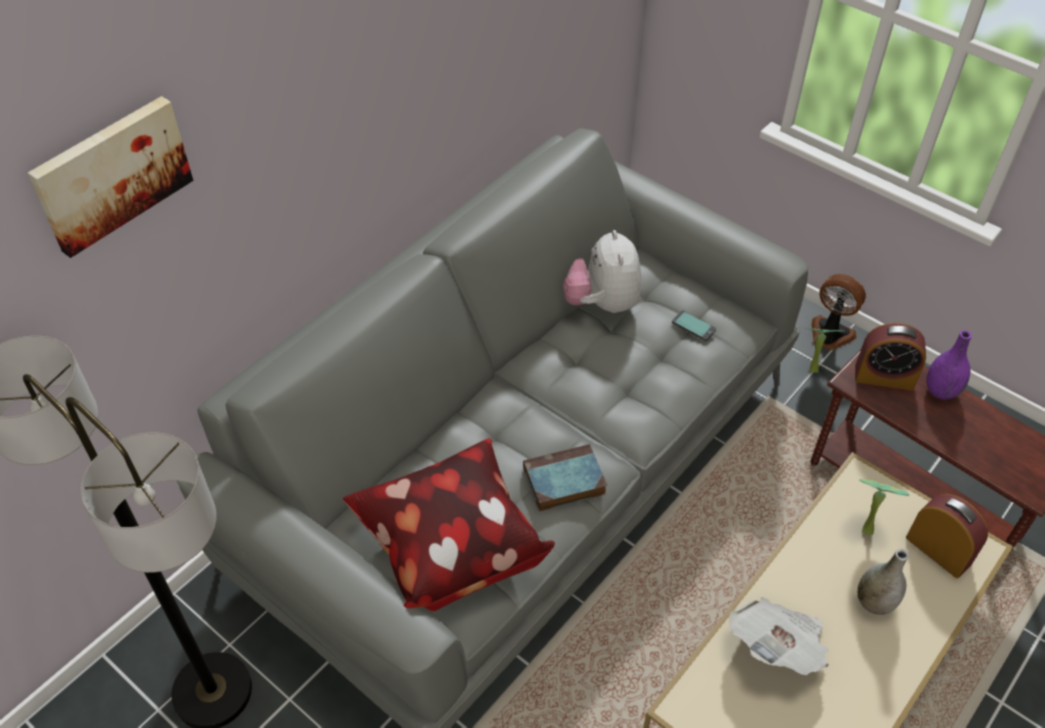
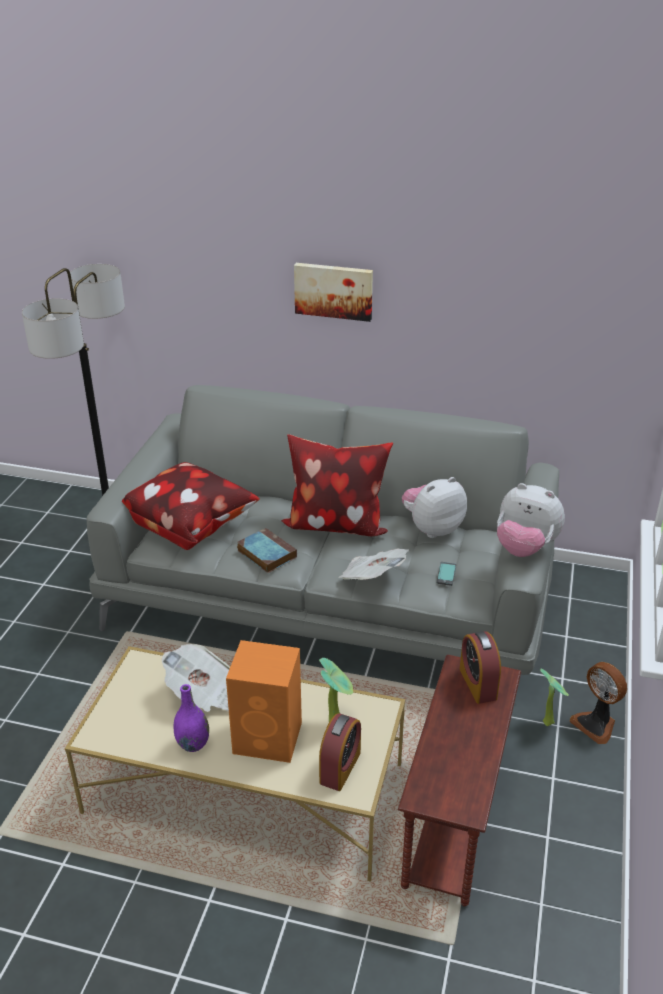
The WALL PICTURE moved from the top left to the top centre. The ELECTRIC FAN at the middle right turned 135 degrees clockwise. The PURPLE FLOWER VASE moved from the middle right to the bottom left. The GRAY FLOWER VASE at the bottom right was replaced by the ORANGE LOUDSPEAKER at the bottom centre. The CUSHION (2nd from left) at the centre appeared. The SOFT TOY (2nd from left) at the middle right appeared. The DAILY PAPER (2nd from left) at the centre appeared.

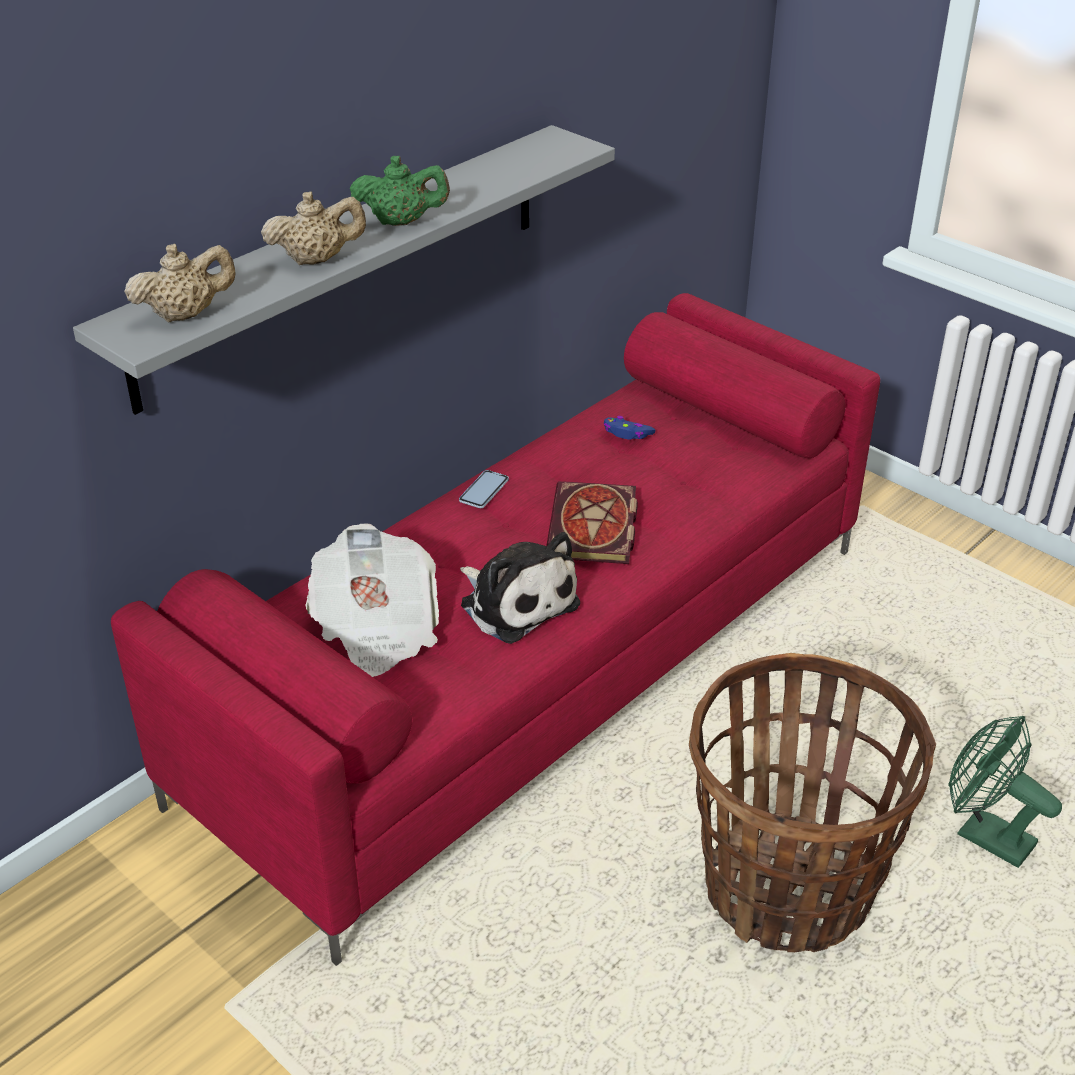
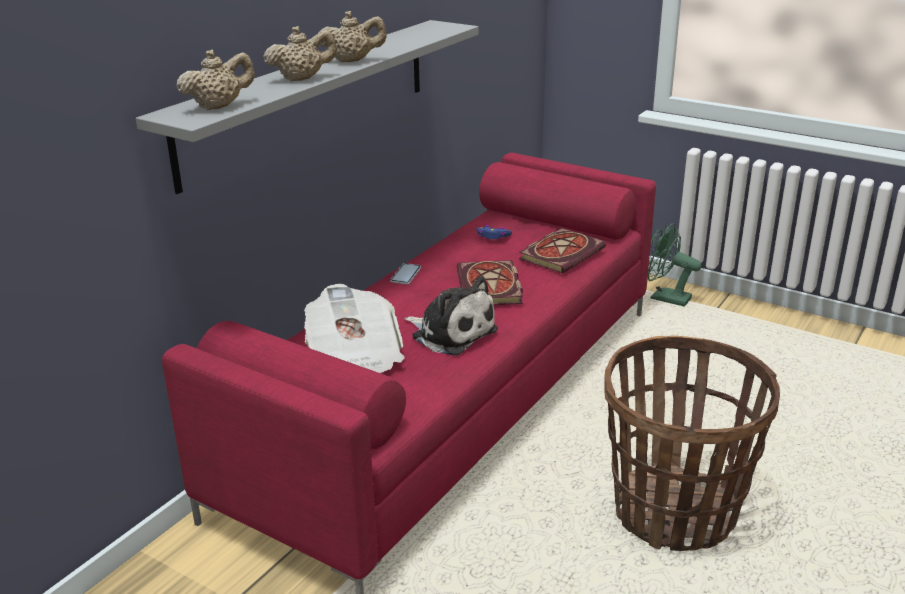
The GREENISH TEA POT at the top centre became the BEIGE TEA POT (3rd from left) at the top centre. The GREENISH ELECTRIC FAN moved from the bottom right to the middle right. The VOLUME (2nd from left) at the centre appeared.

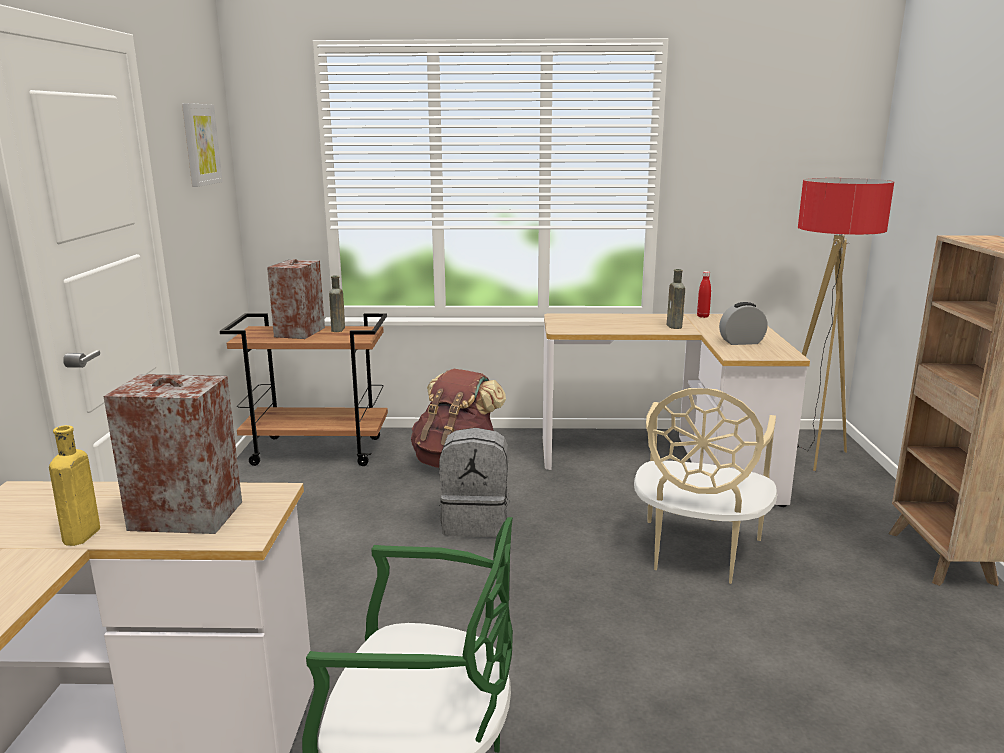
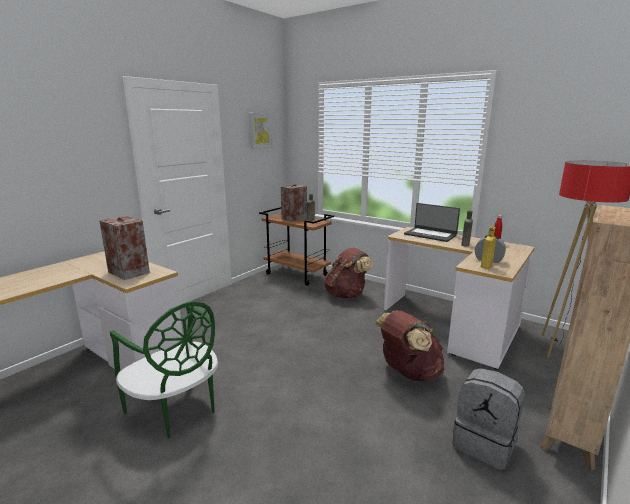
The BEIGE PLAIN CHAIR at the middle right was replaced by the BROWNISH BACKPACK (2nd from left) at the bottom centre. The YELLOW-COLOURED DRINK BOTTLE moved from the middle left to the middle right. The GRAY BACKPACK moved from the centre to the bottom right. The PORTABLE COMPUTER at the middle right appeared.

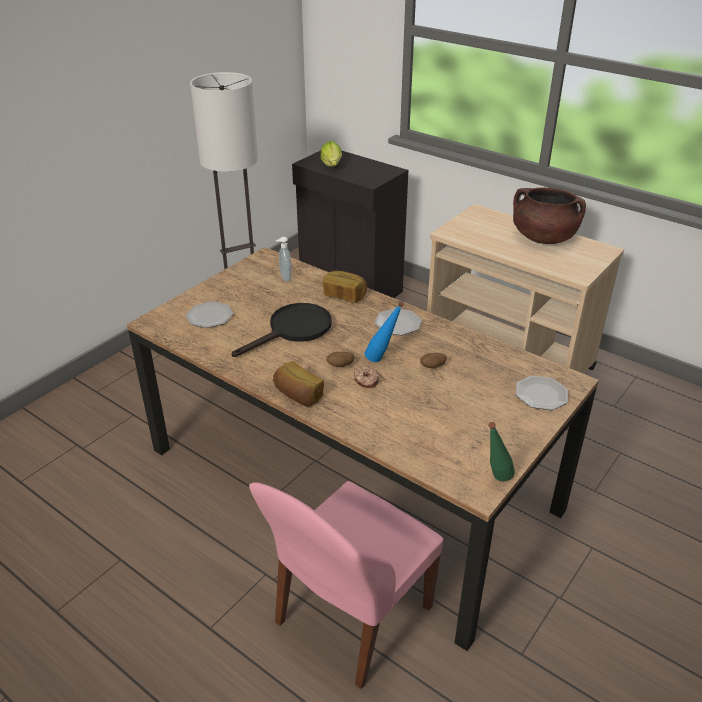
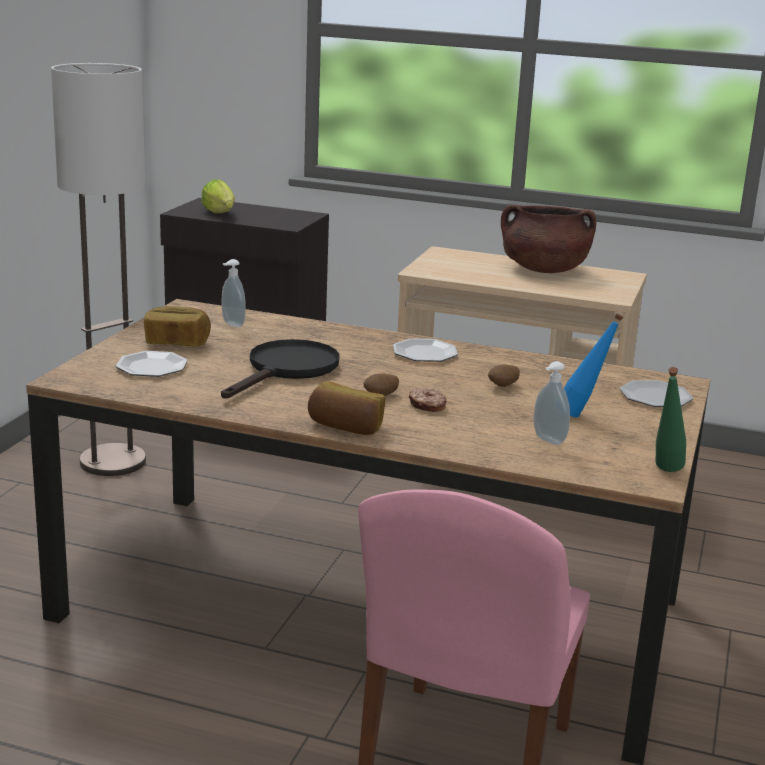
The BAKERY BREAD (2nd from left in the first image) moved from the centre to the middle left. The BLUE DRINK BOTTLE moved from the centre to the middle right. The LIQUID SOAP BOTTLE (2nd from left) at the middle right appeared.

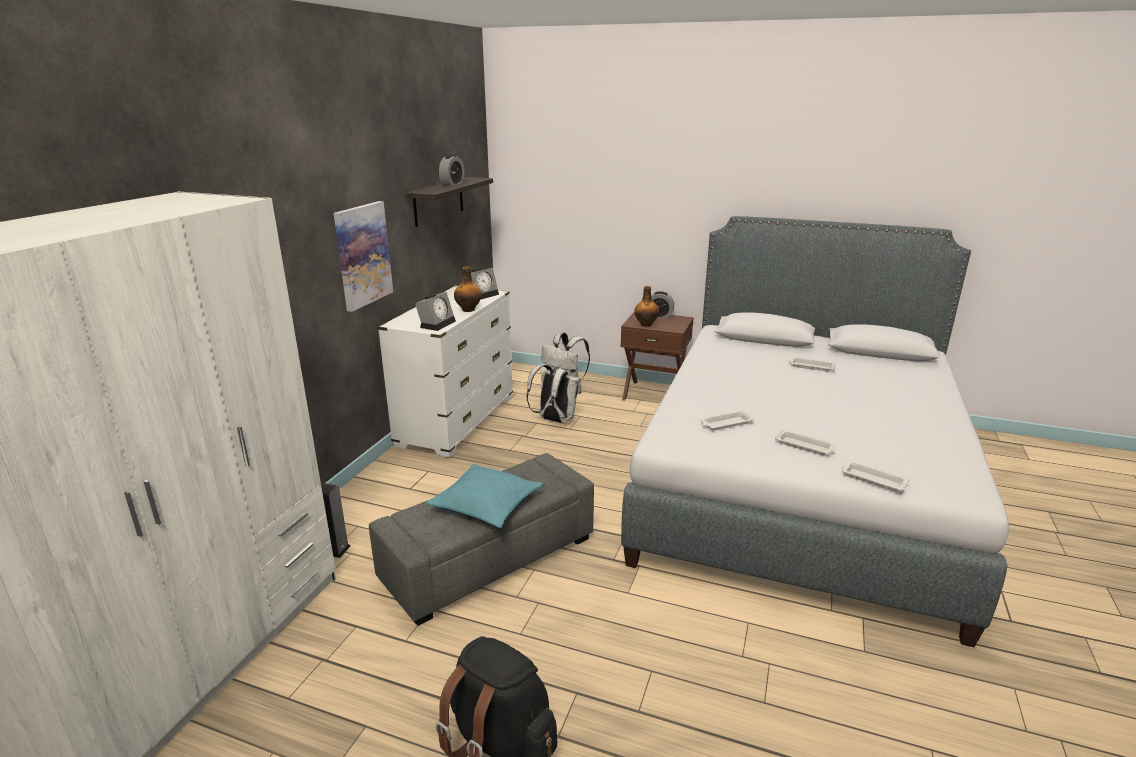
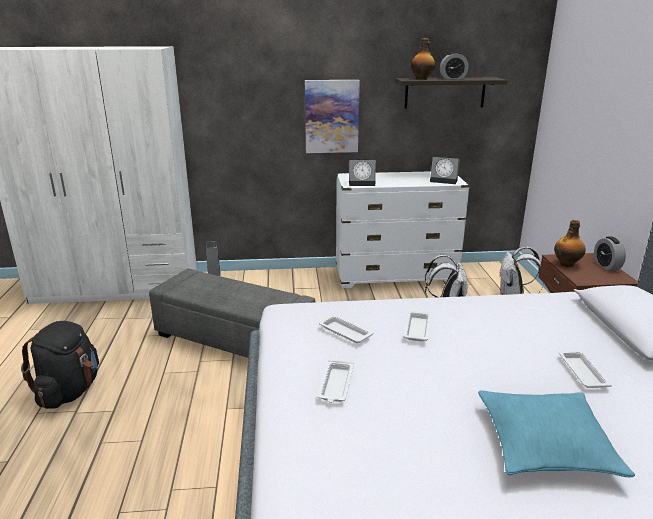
The DRINK BOTTLE (1st from left) moved from the centre to the top centre. The WHITE-COLOURED TRAY (4th from left in the first image) moved from the middle right to the centre. The TURQUOISE-COLOURED CUSHION moved from the centre to the bottom right.

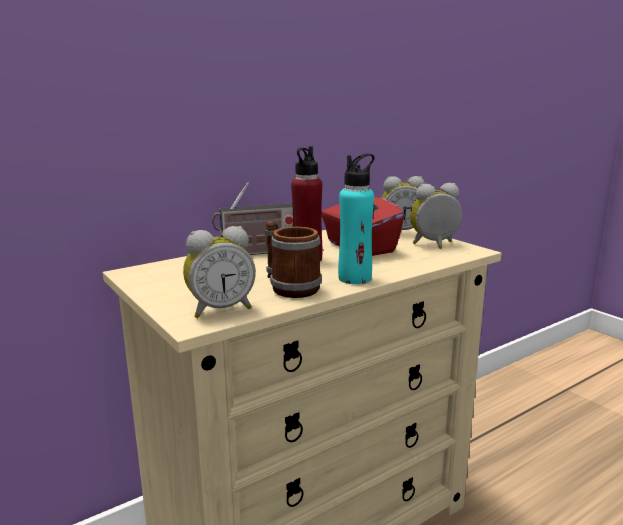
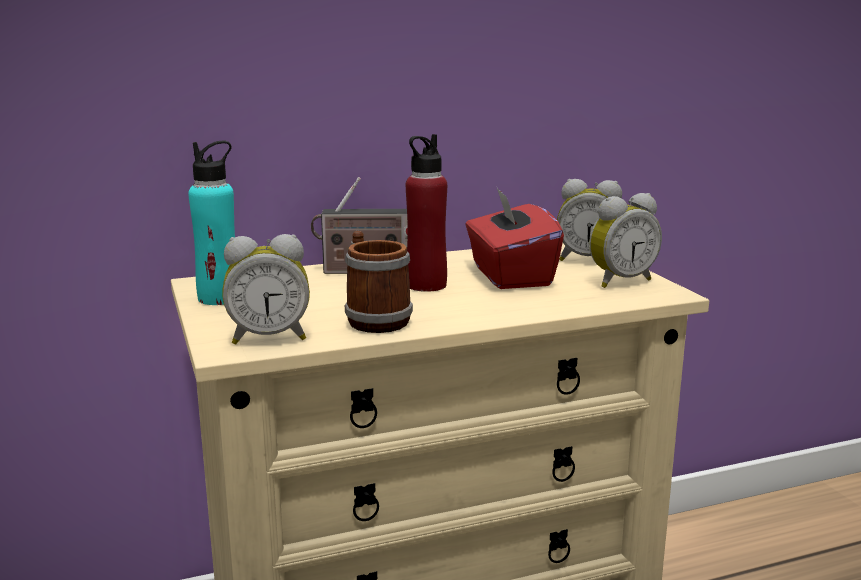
The TURQUOISE-COLOURED DRINK BOTTLE moved from the centre to the middle left. The BEDSIDE CLOCK (3rd from left) at the middle right turned 150 degrees clockwise.

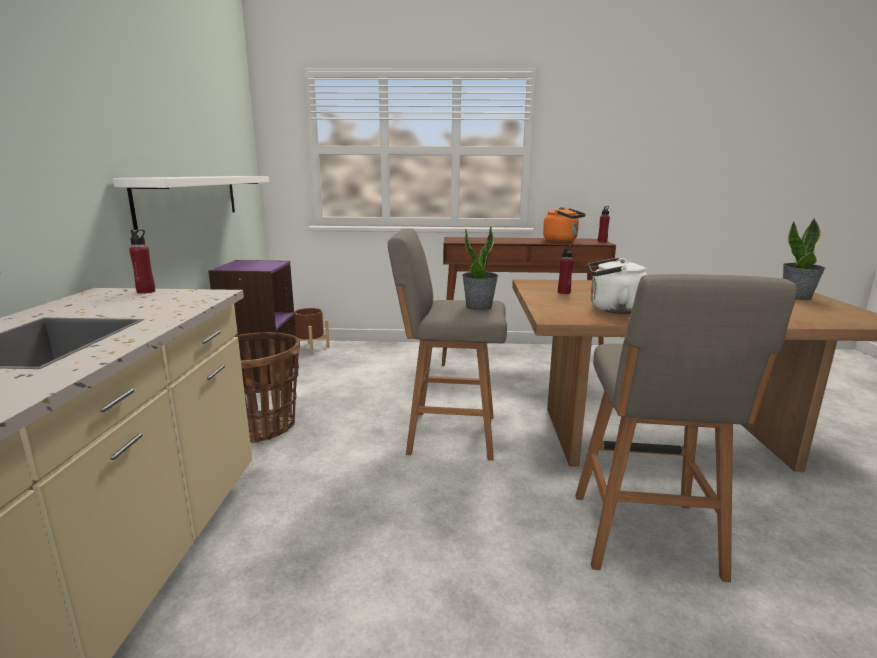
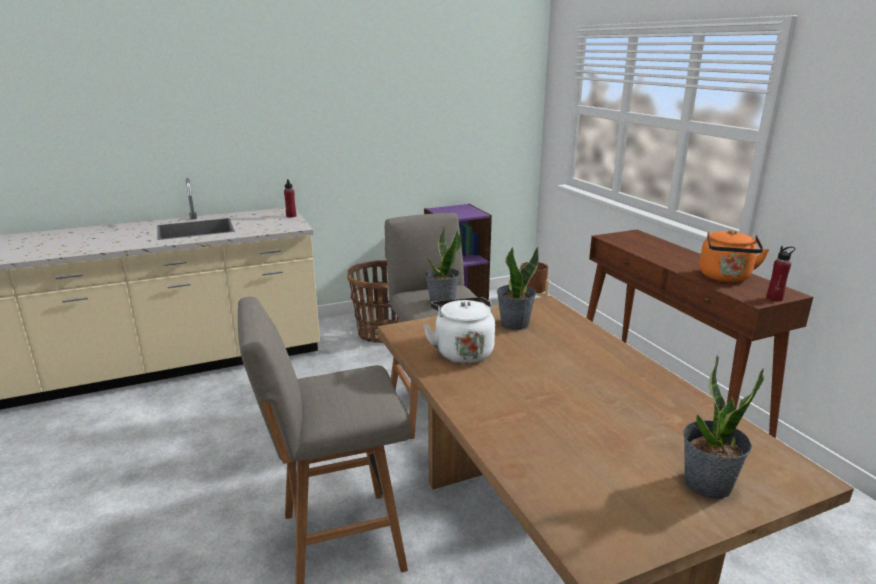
The WHITE-COLOURED SHELF at the top left disappeared. The REDDISH DRINK BOTTLE (2nd from left) at the centre was replaced by the POTTED PLANT (2nd from left) at the centre.

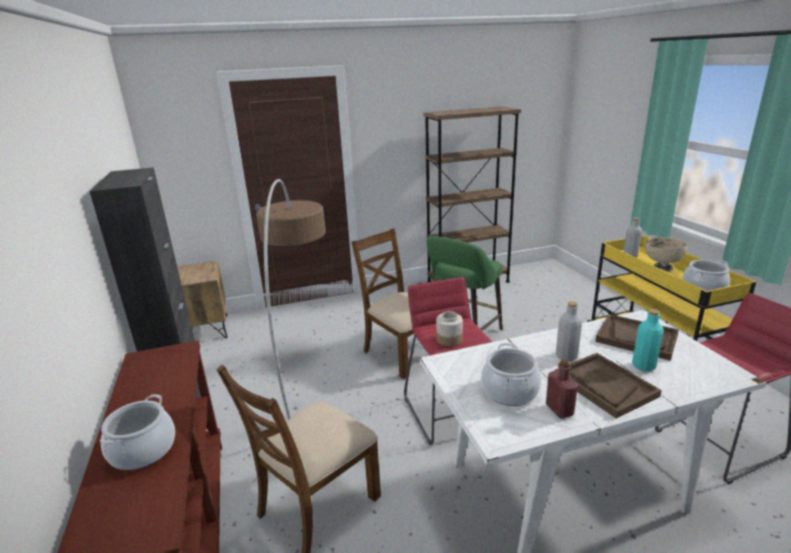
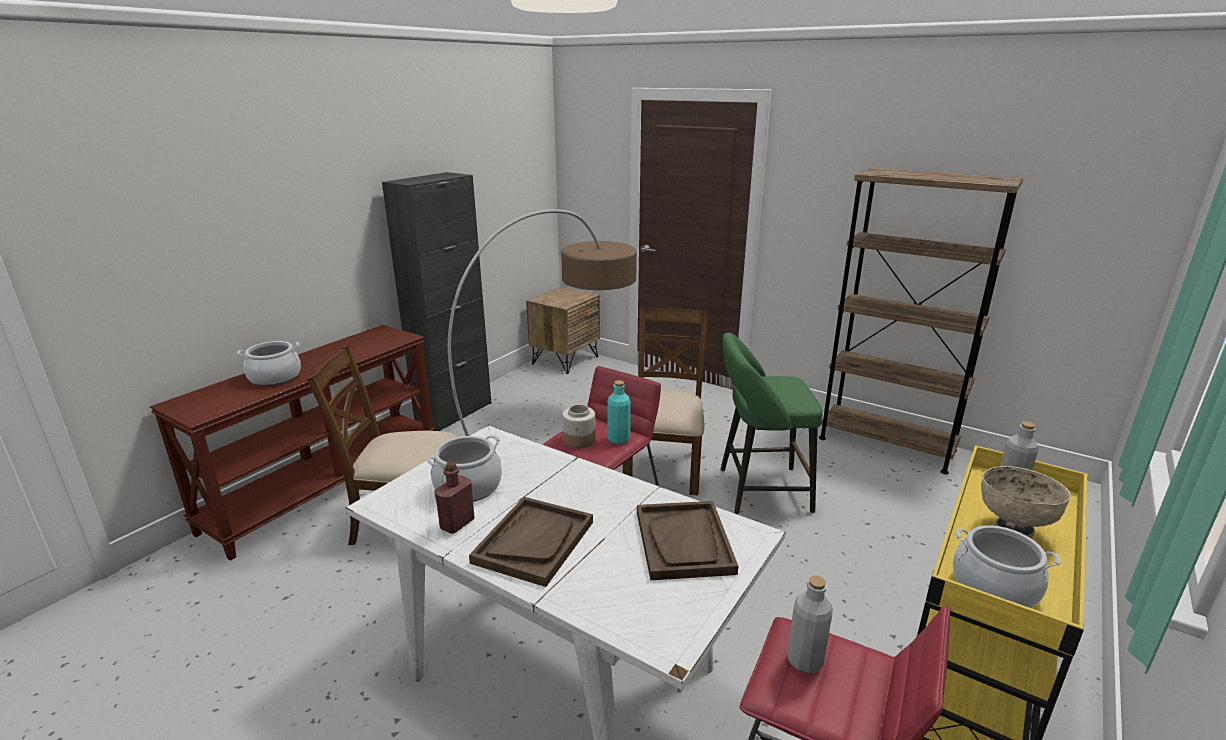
The GRAY DRINK BOTTLE (1st from left) moved from the middle right to the bottom centre. The TURQUOISE-COLOURED DRINK BOTTLE moved from the middle right to the centre.

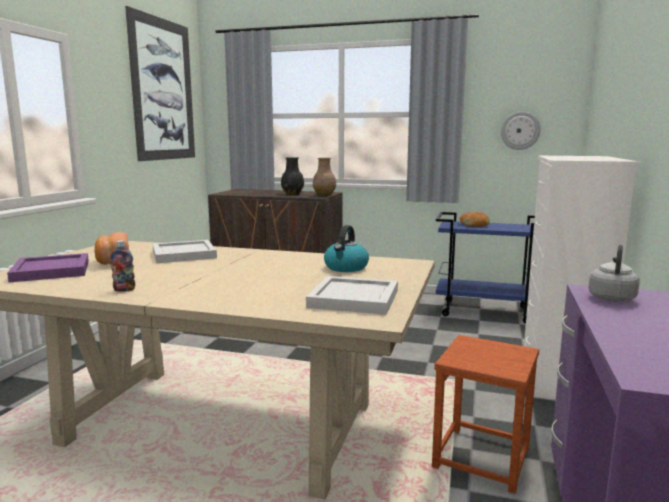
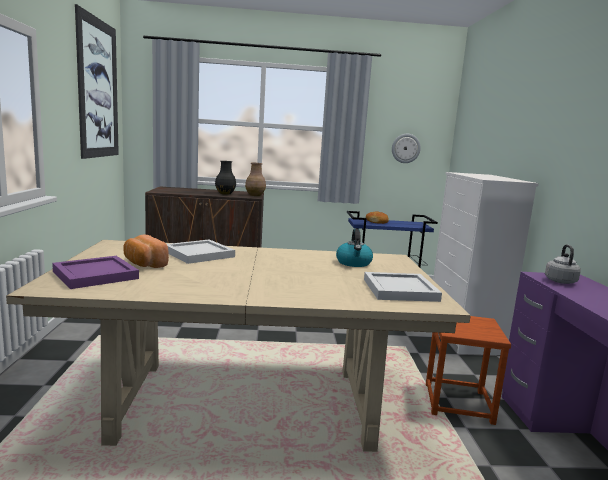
The DRINK BOTTLE at the middle left disappeared.

